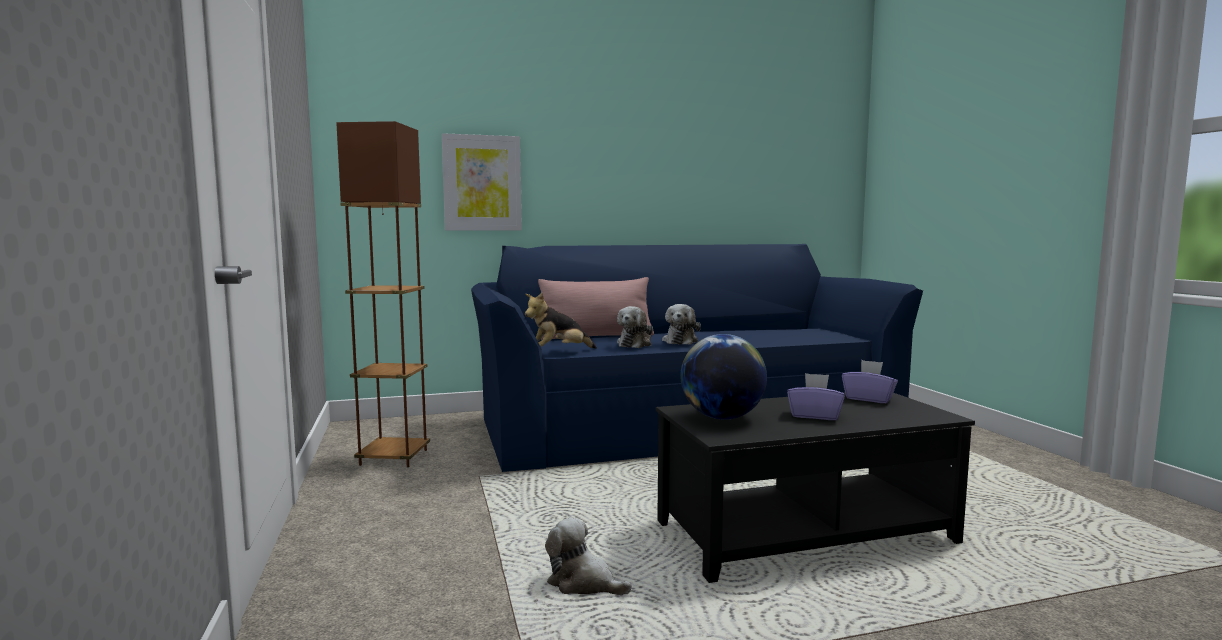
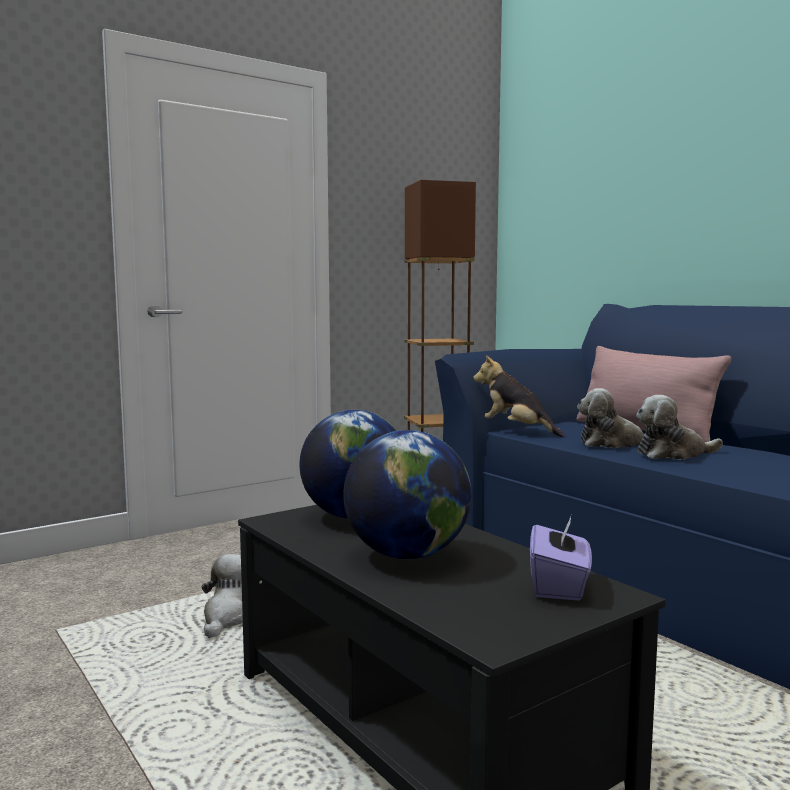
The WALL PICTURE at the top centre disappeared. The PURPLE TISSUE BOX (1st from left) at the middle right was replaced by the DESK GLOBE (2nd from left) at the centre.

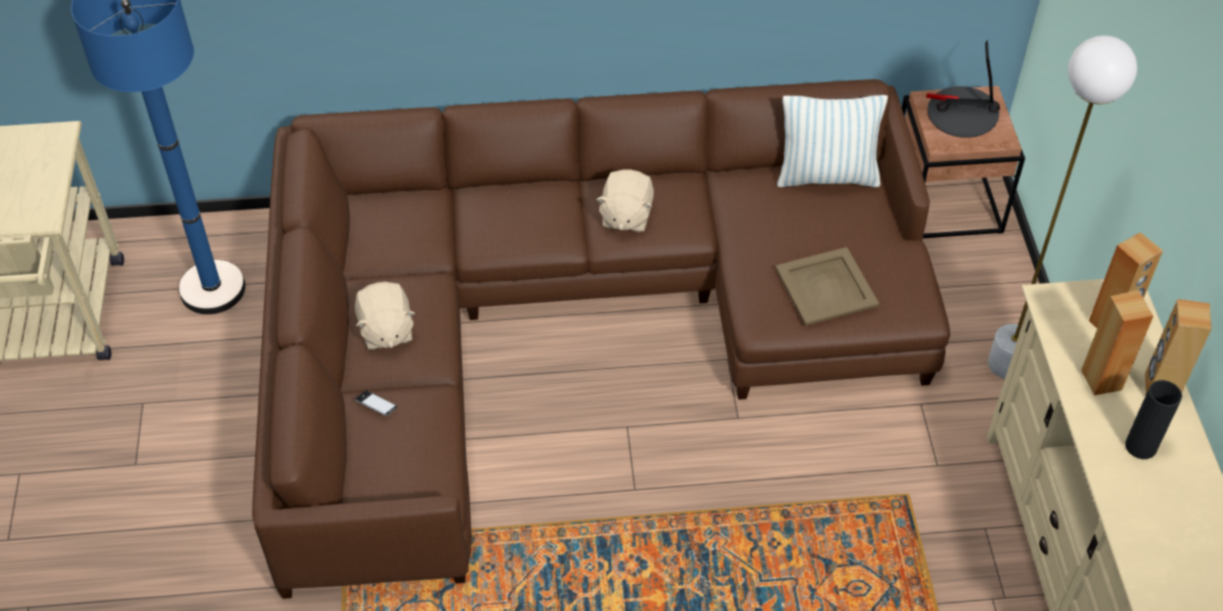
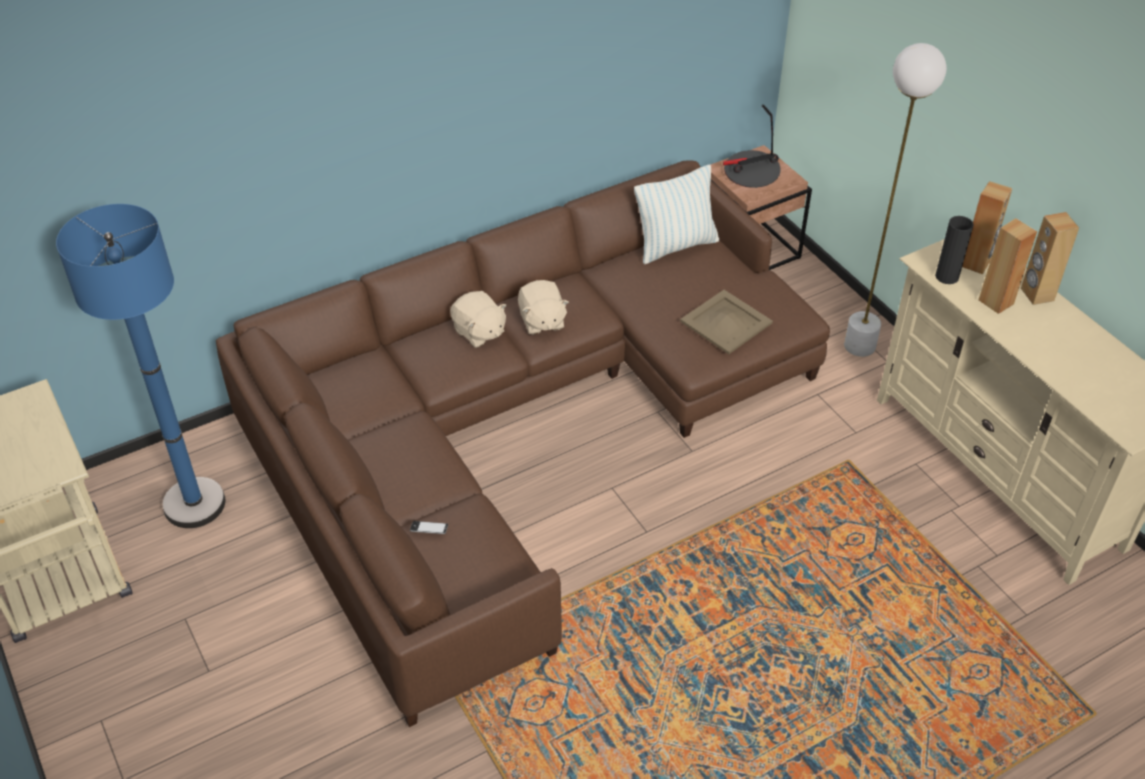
The BEIGE SOFT TOY (1st from left) moved from the middle left to the centre. The BLACK FLOWER VASE moved from the bottom right to the top right.

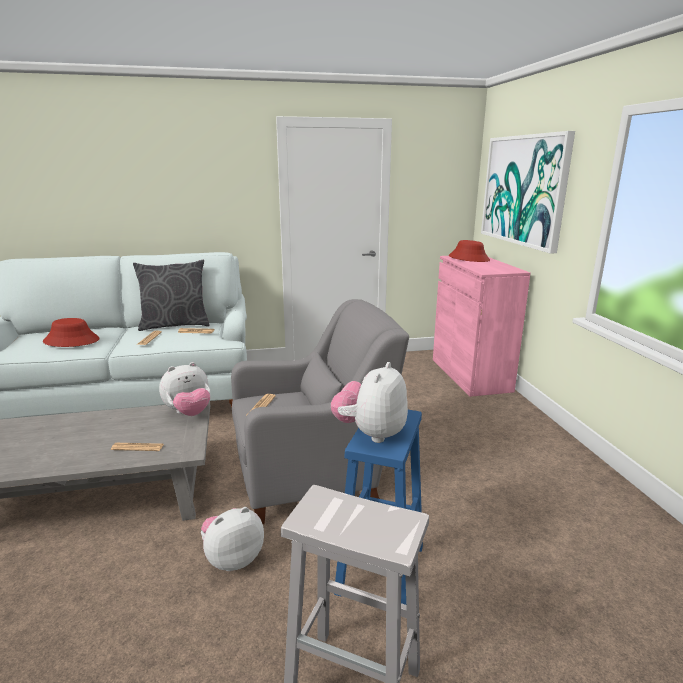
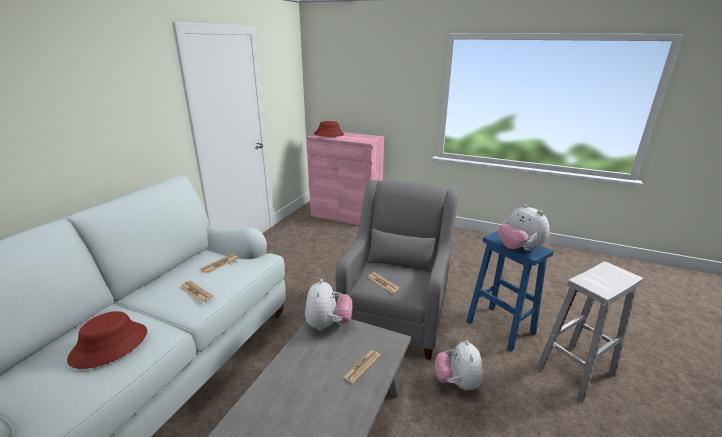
The WALL PICTURE at the top right disappeared. The GRAY CUSHION at the middle left disappeared.

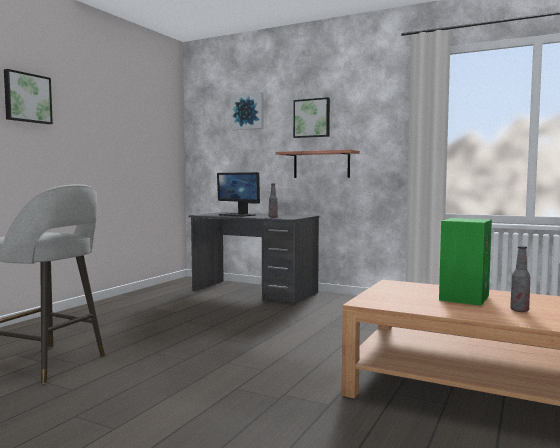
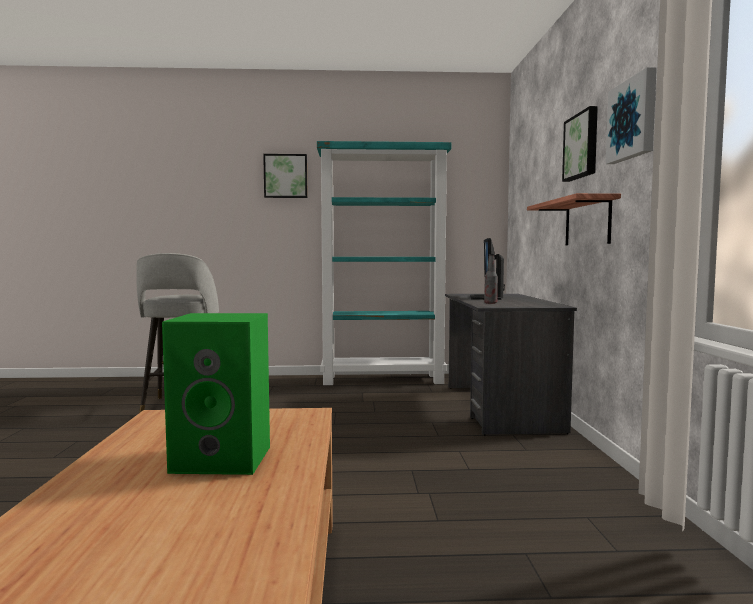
The WALL PICTURE (2nd from left in the first image) moved from the top centre to the top right. The DRINK BOTTLE (2nd from left) at the middle right disappeared. The TURQUOISE-COLOURED SHELVING UNIT at the centre appeared.

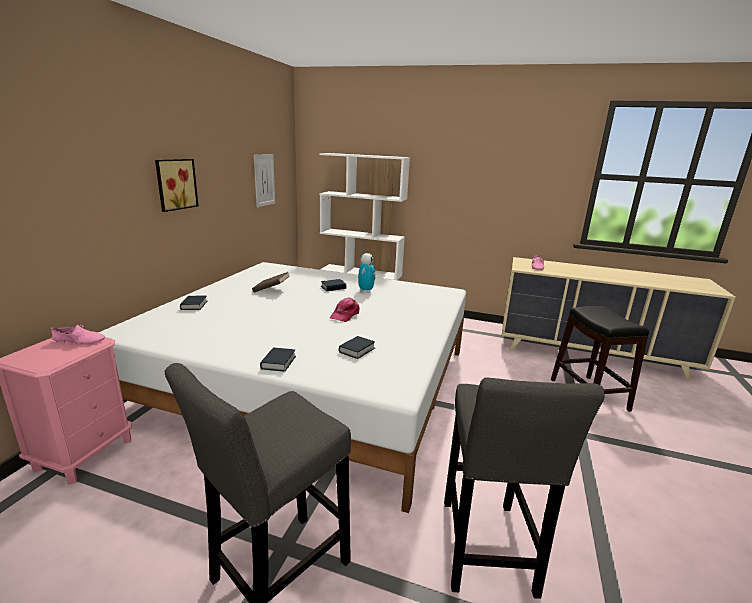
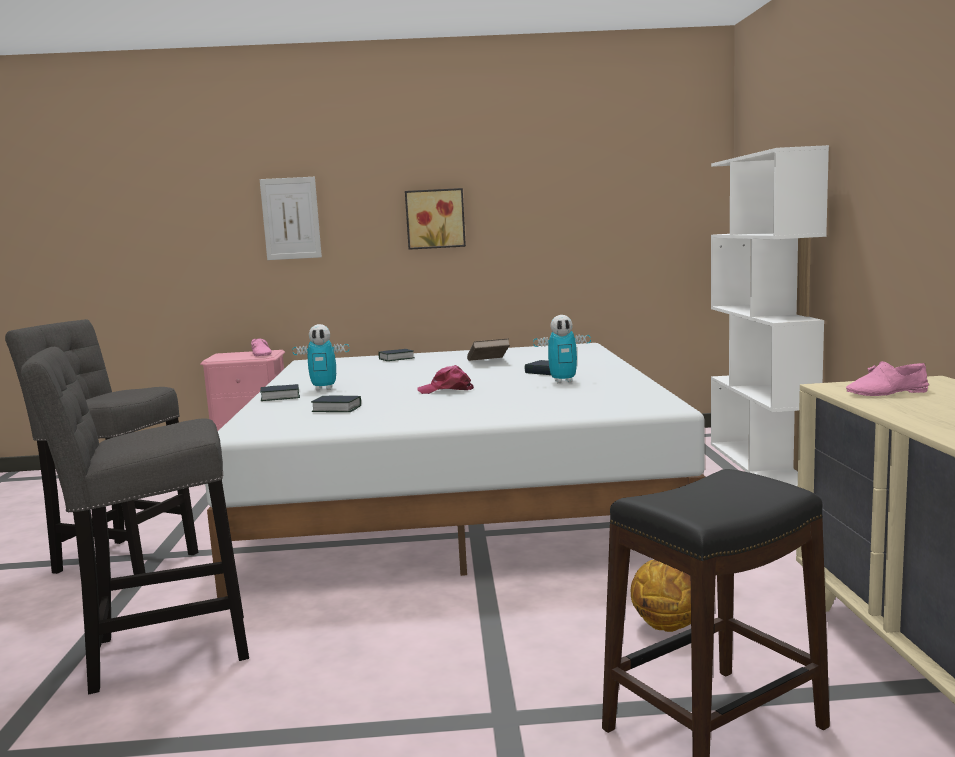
The WALL PICTURE (2nd from left in the first image) moved from the top centre to the top left. The MODEL ROBOT (1st from left) at the centre appeared. The BASKETBALL BALL at the bottom right appeared.

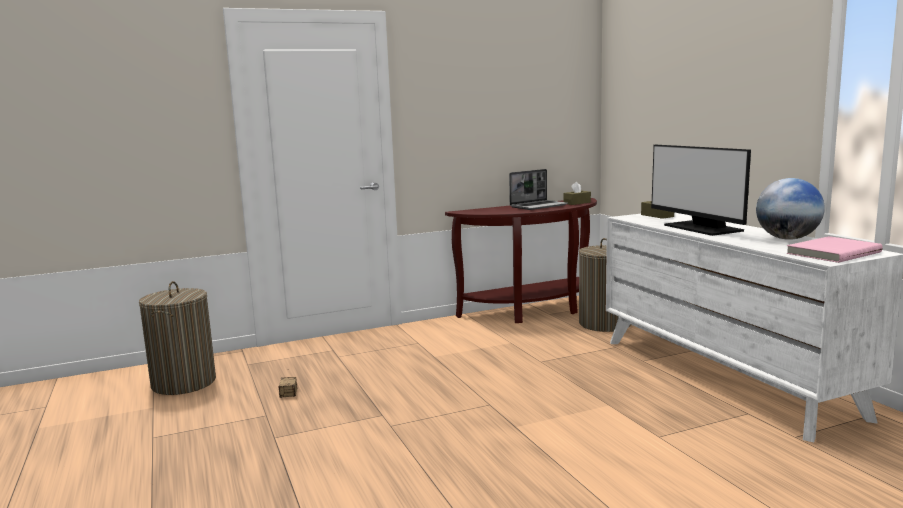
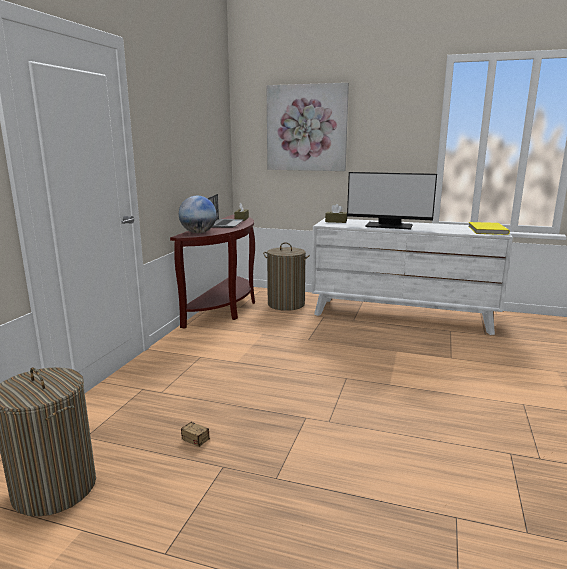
The DESK GLOBE moved from the middle right to the centre. The PINK VOLUME at the middle right became the YELLOW-COLOURED VOLUME at the middle right. The WALL PICTURE at the top centre appeared.

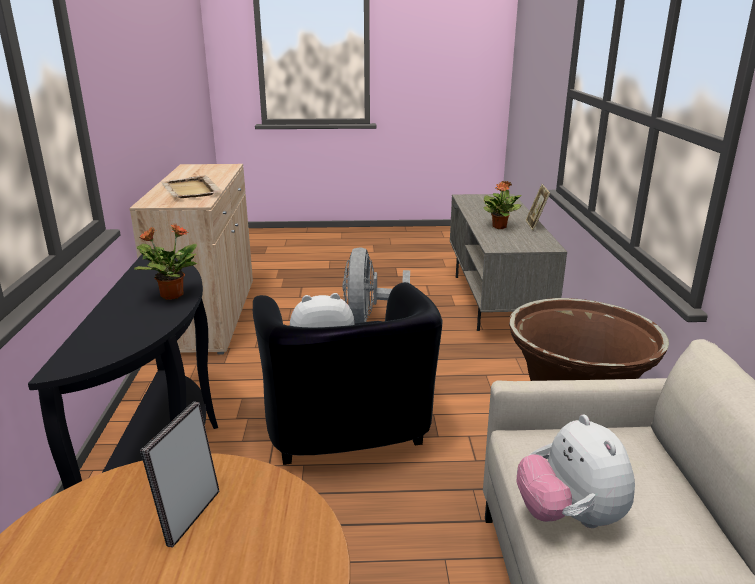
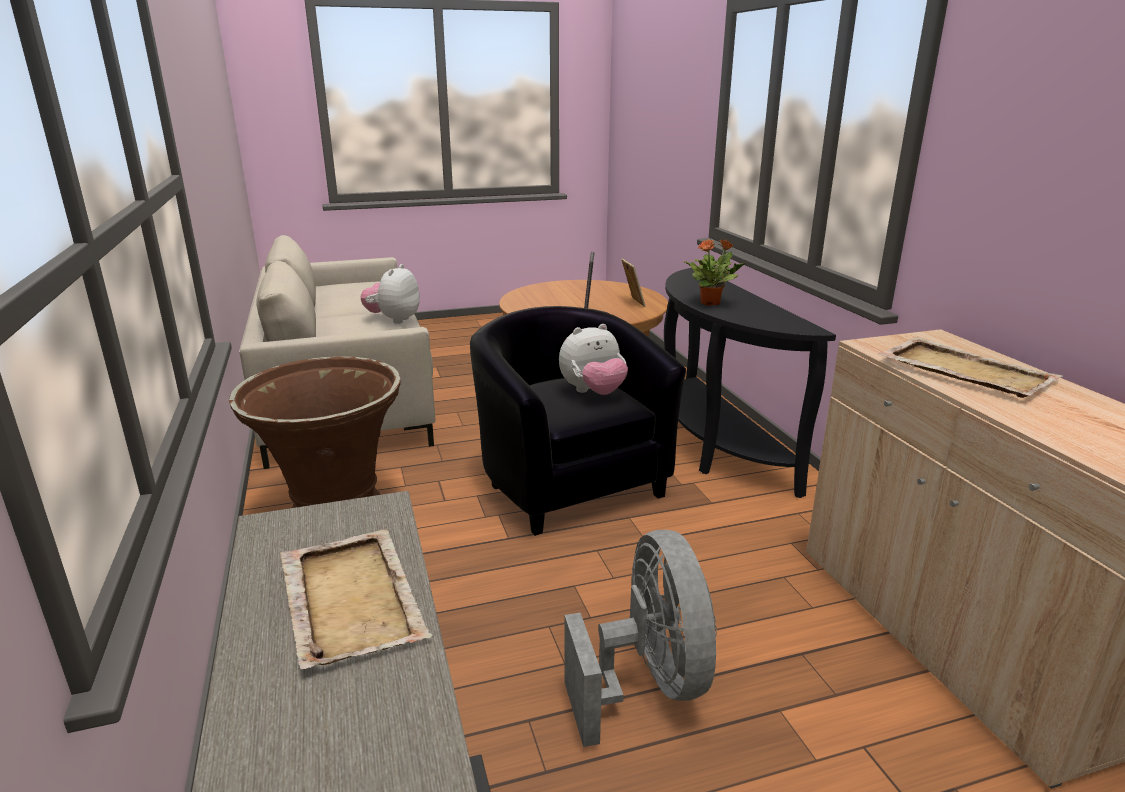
The POTTED PLANT (2nd from left) at the centre was replaced by the BEIGE TRAY (1st from left) at the bottom left. The STANDING FRAME (2nd from left) moved from the middle right to the centre. The SOFT TOY (2nd from left in the first image) at the bottom right turned 135 degrees counterclockwise.

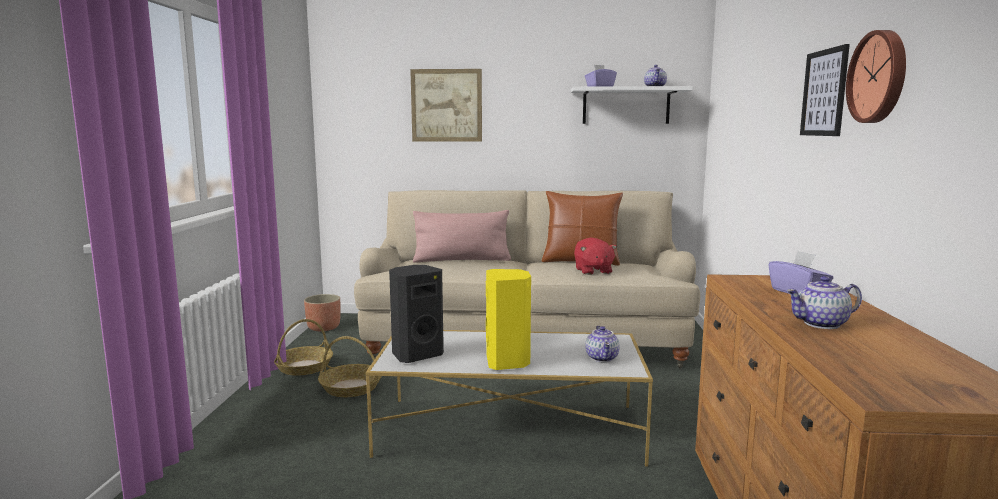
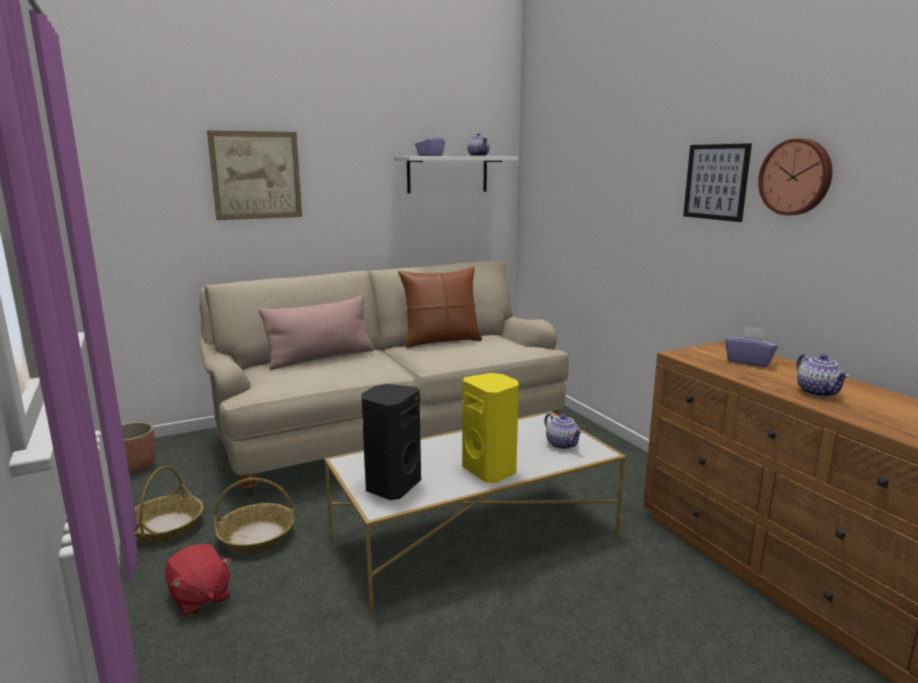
The REDDISH SOFT TOY moved from the centre to the bottom left. The TEA POT (3rd from left) at the middle right turned 60 degrees counterclockwise.

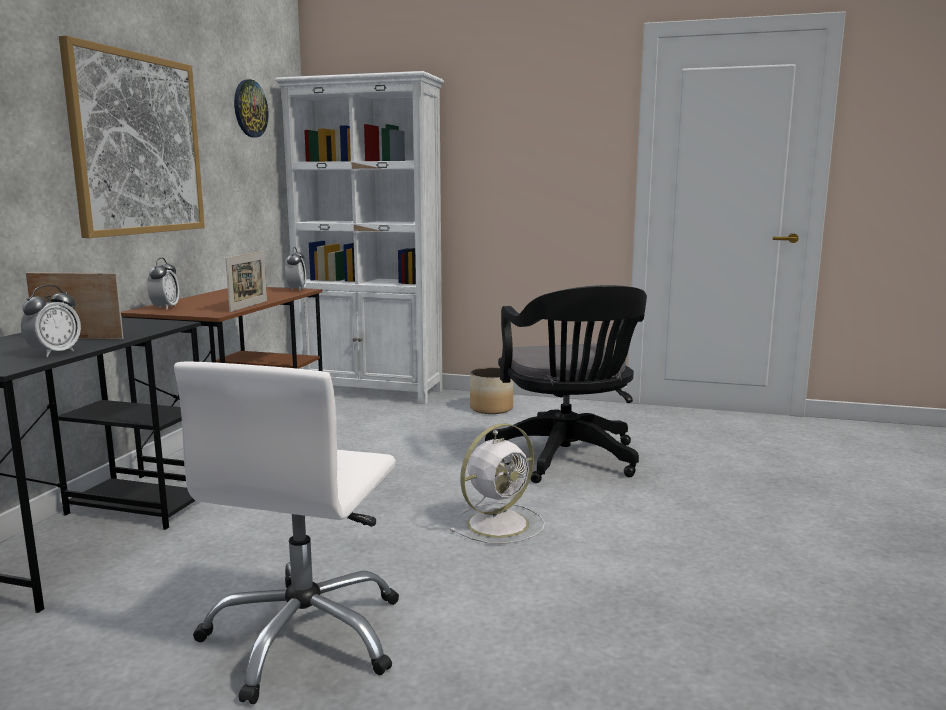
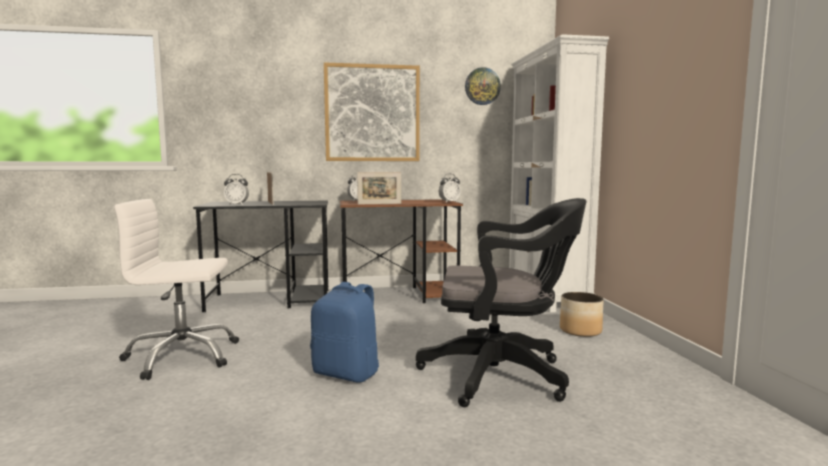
The BLACK OFFICE CHAIR at the centre turned 135 degrees counterclockwise. The WHITE-COLOURED ELECTRIC FAN at the bottom centre was replaced by the BLUE BACKPACK at the bottom centre.

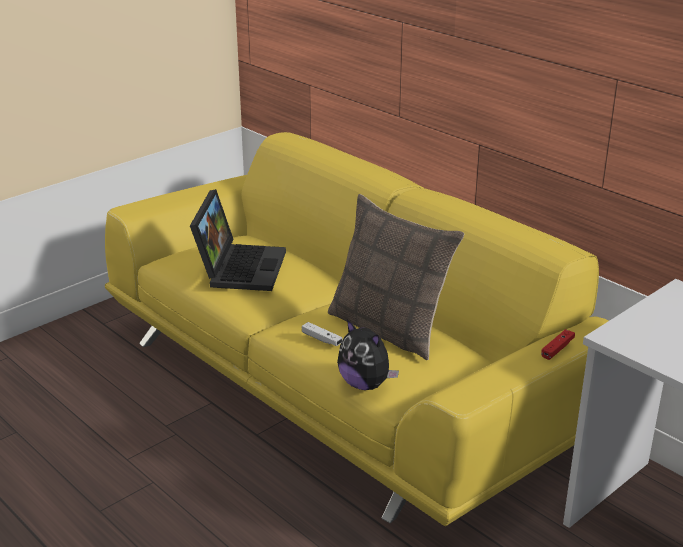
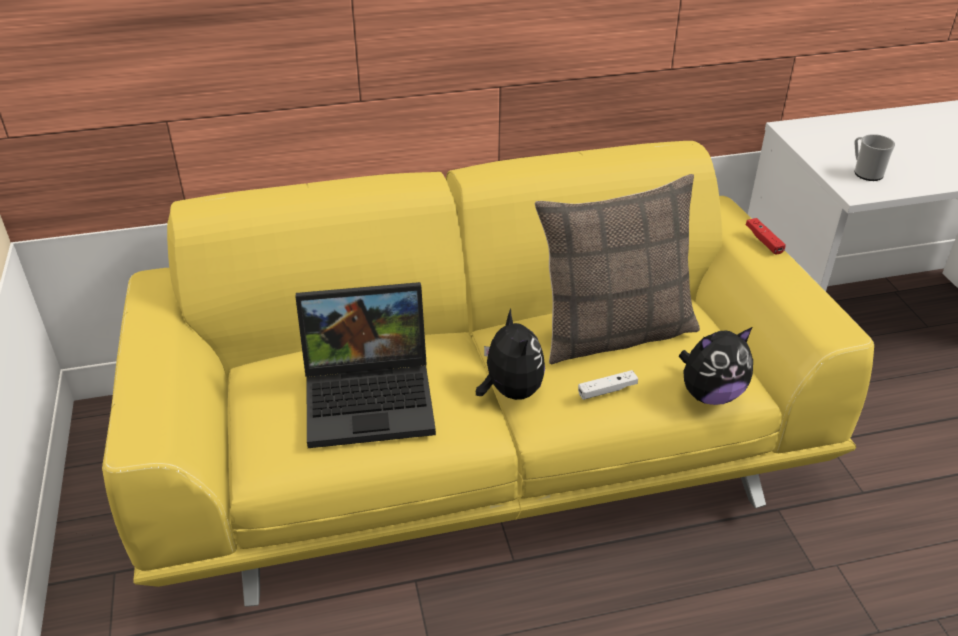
The PORTABLE COMPUTER at the centre turned 135 degrees clockwise. The TEA MUG at the top right appeared. The SOFT TOY (1st from left) at the centre appeared.

